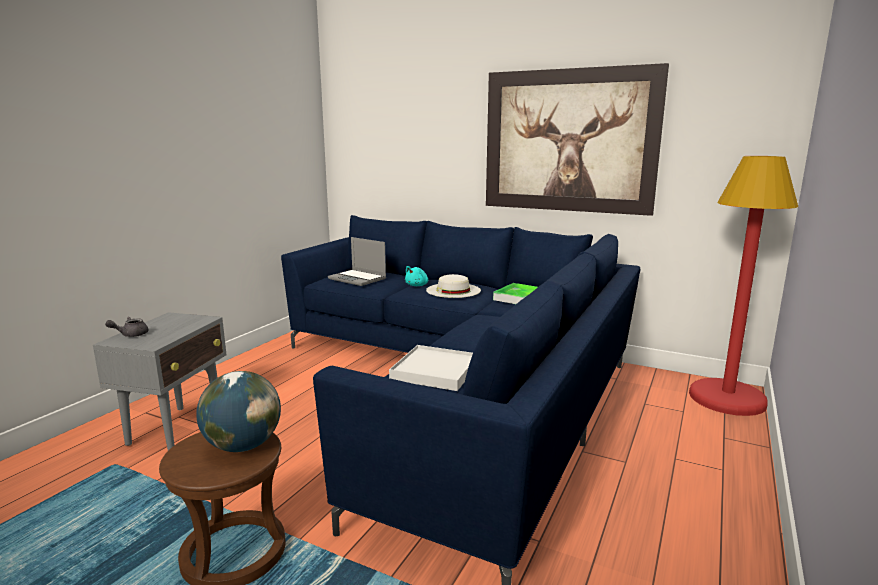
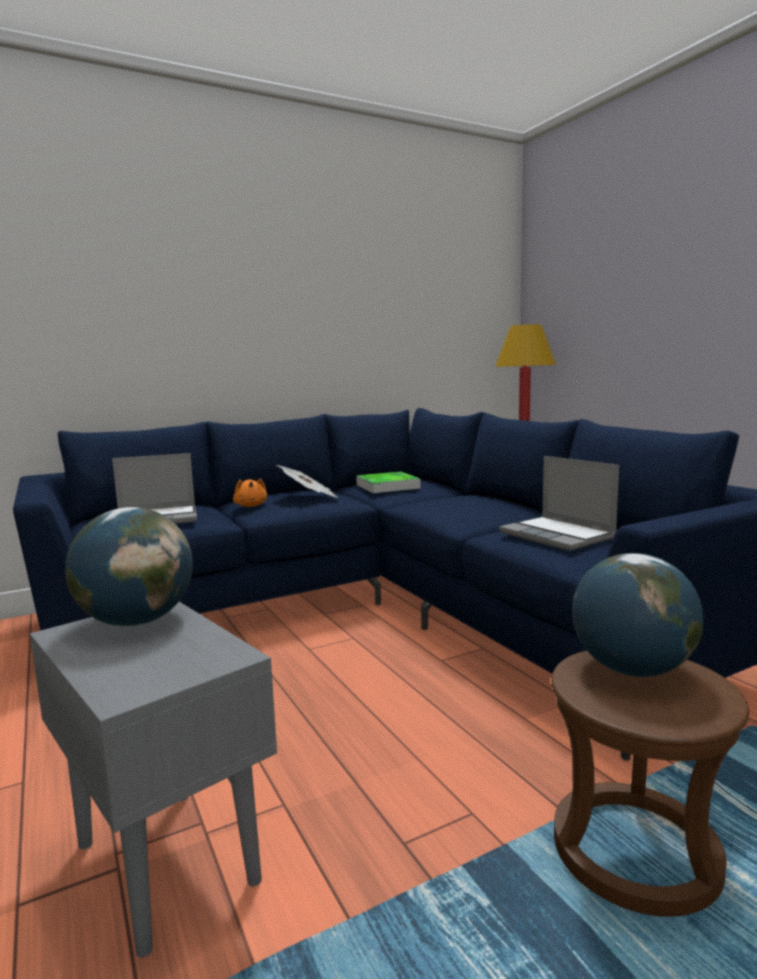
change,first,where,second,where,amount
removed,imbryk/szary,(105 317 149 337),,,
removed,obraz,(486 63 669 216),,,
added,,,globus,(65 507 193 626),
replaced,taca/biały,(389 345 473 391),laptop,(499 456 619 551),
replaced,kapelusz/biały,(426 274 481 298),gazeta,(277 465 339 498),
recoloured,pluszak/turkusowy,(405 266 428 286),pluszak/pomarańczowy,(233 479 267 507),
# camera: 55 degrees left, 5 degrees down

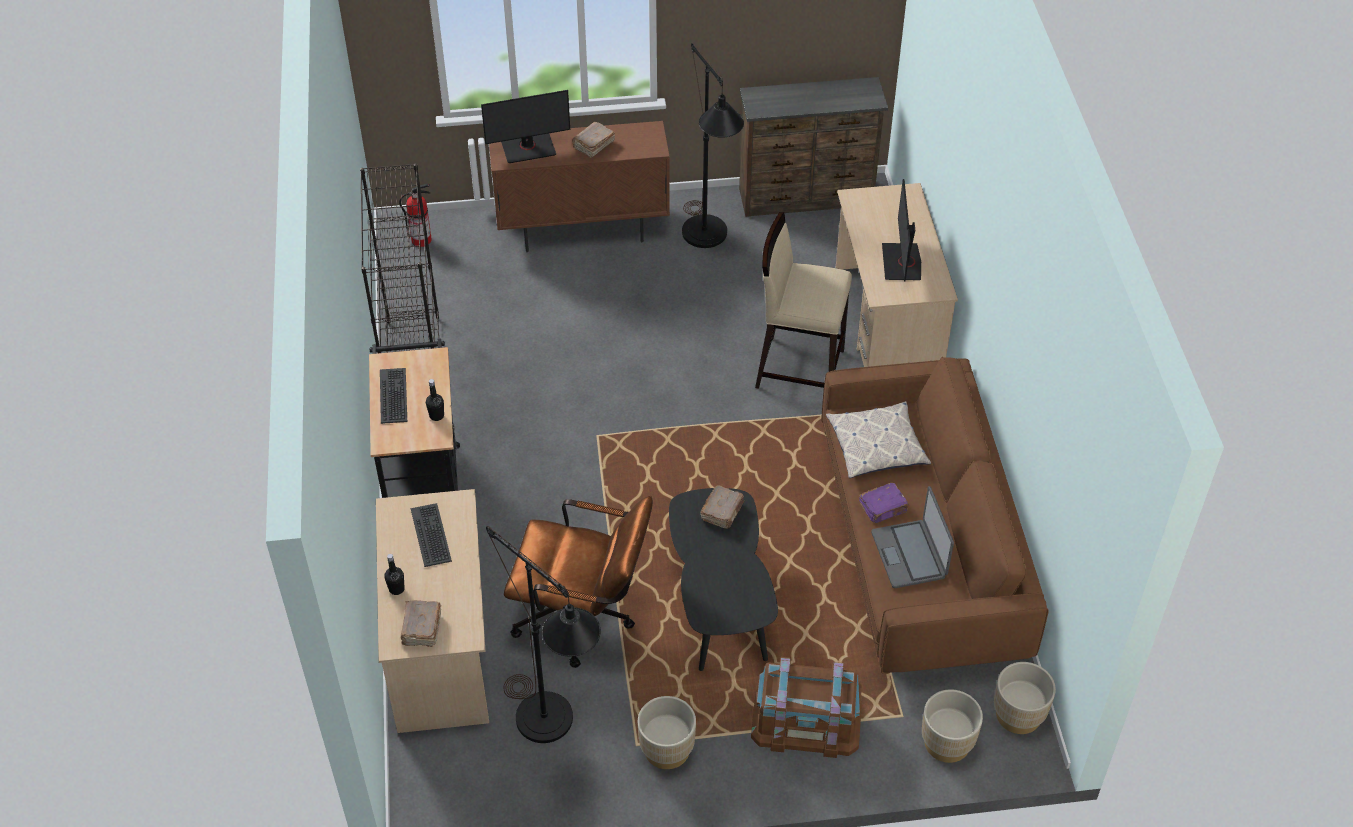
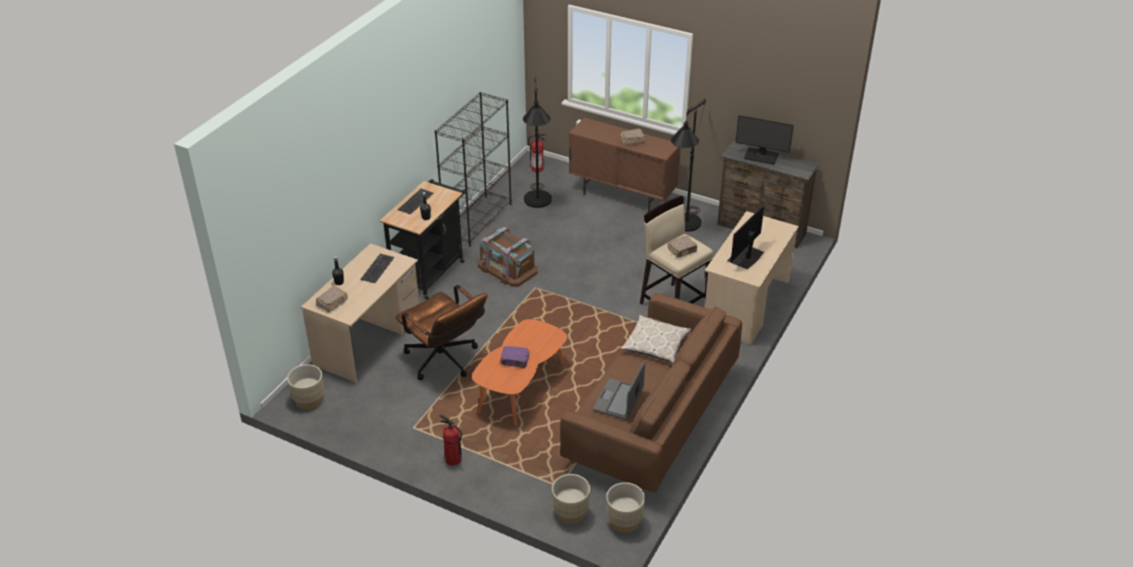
change,first,where,second,where,amount
added,,,gaśnica,(439 415 462 466),
moved,monitor,(481 90 570 163),,(735 115 794 165),
moved,lampa stojąca/czarny,(486 526 601 743),,(523 77 552 208),
moved,donica/beżowy,(638 696 696 769),,(287 364 324 409),
moved,książka/brązowy,(701 485 744 528),,(667 236 697 258),
moved,pojemnik do przechowywania/brązowy,(751 657 862 758),,(478 227 538 287),
moved,książka/fioletowy,(859 483 909 523),,(500 346 530 368),
recoloured,ława/czarny,(669 488 778 671),ława/pomarańczowy,(472 319 567 426),
# camera: 35 degrees right, 10 degrees down

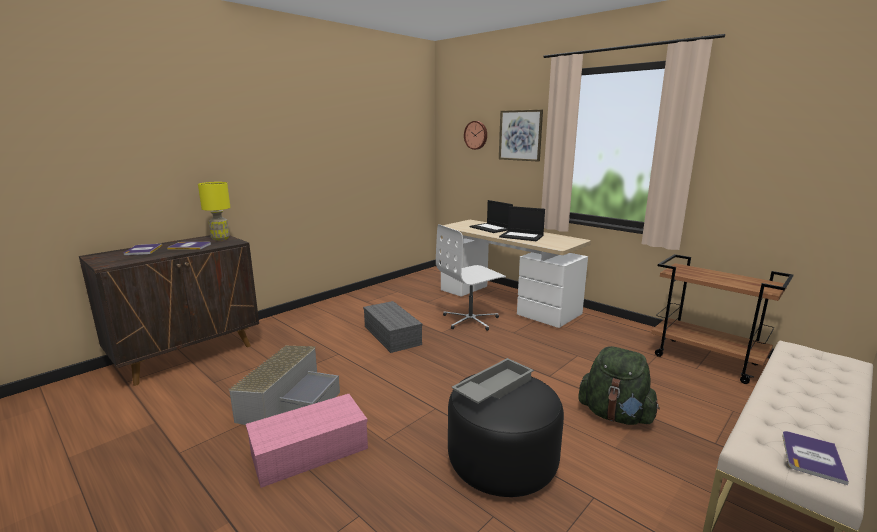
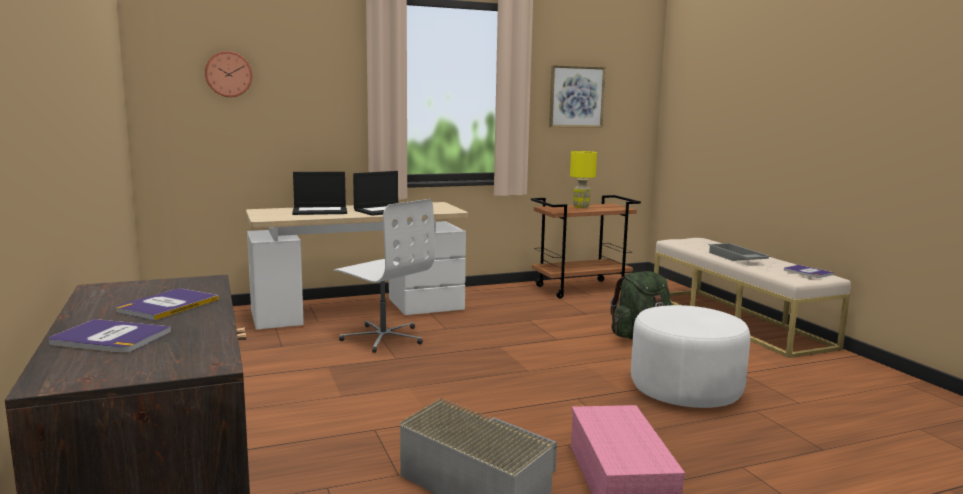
change,first,where,second,where,amount
removed,pojemnik do przechowywania/szary,(363 301 422 353),,,
moved,lampa stołowa/żółty,(198 182 230 241),,(570 151 597 208),
moved,taca/szary,(451 358 534 404),,(708 243 771 261),
moved,obraz,(499 109 543 162),,(549 65 606 127),
recoloured,pufa/czarny,(448 374 564 497),pufa/biały,(631 305 750 408),
turned,krzesło biurowe/biały,(436 224 506 331),,(333 199 435 353),45 degrees counterclockwise
# camera: 65 degrees left, 5 degrees down

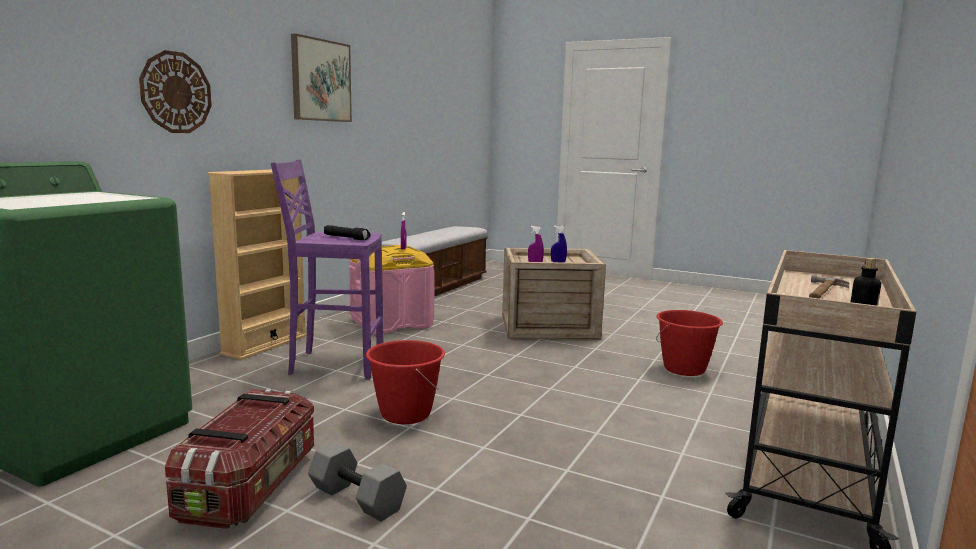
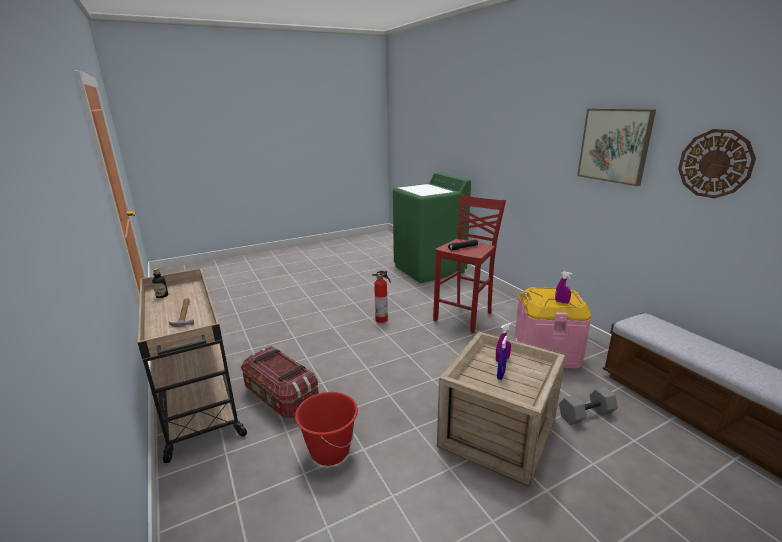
change,first,where,second,where,amount
removed,regał/beżowy,(207 170 307 360),,,
moved,zegar ścienny,(139 50 212 133),,(678 129 756 198),
moved,pojemnik do przechowywania,(165 389 314 529),,(241 346 319 418),
moved,hantel/szary,(308 442 407 521),,(559 387 618 425),
replaced,wiadro/czerwony,(366 340 445 424),gaśnica,(372 271 391 323),
recoloured,stołek/fioletowy,(271 159 384 379),stołek/czerwony,(433 195 506 333),
# camera: 125 degrees right, 10 degrees up

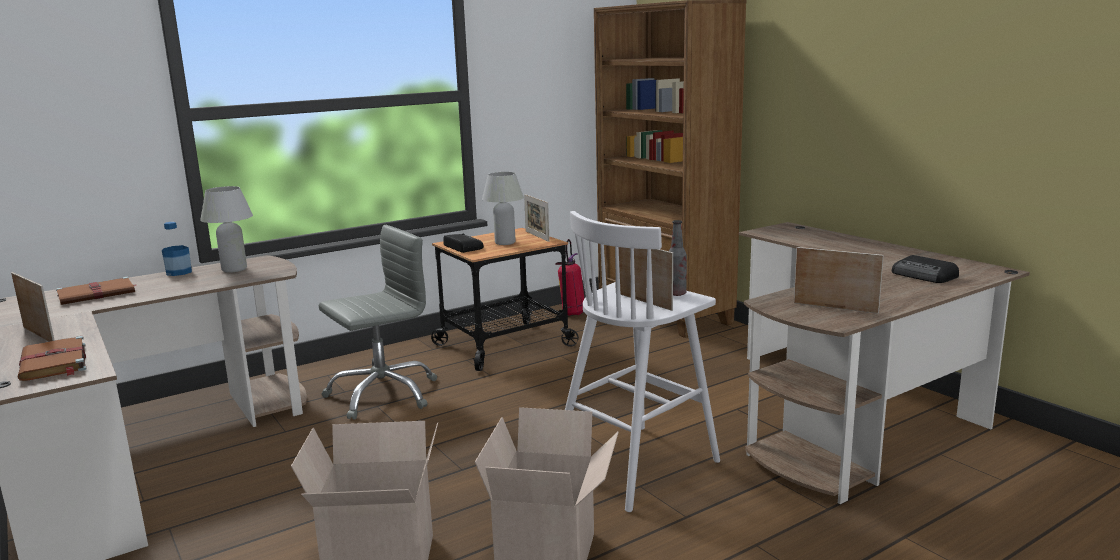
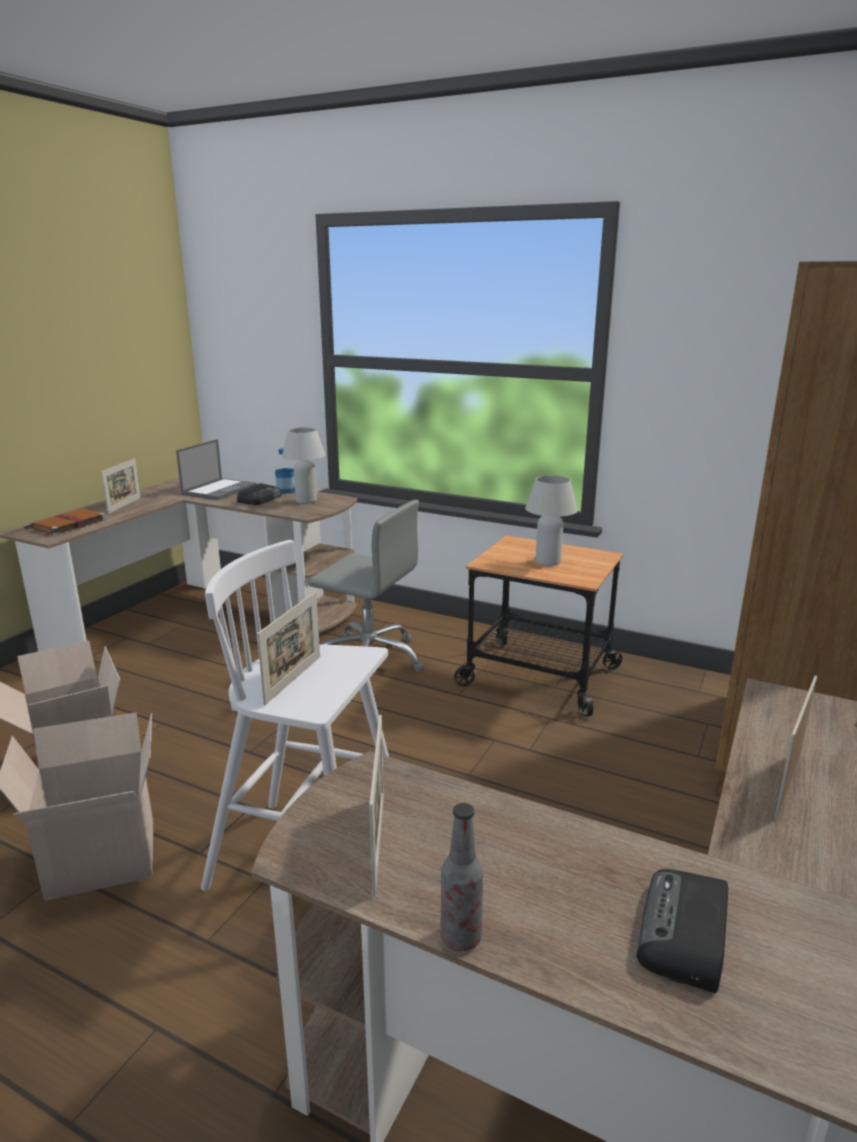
change,first,where,second,where,amount
removed,gaśnica,(555 239 585 316),,,
moved,radio,(443 234 484 253),,(237 483 282 505),
moved,ramka na zdjęcie,(524 194 550 242),,(775 675 817 819),
moved,butelka,(669 220 687 296),,(440 803 483 951),
replaced,książka/brązowy,(56 277 137 305),laptop,(176 439 257 500),
# camera: 60 degrees right, 5 degrees up

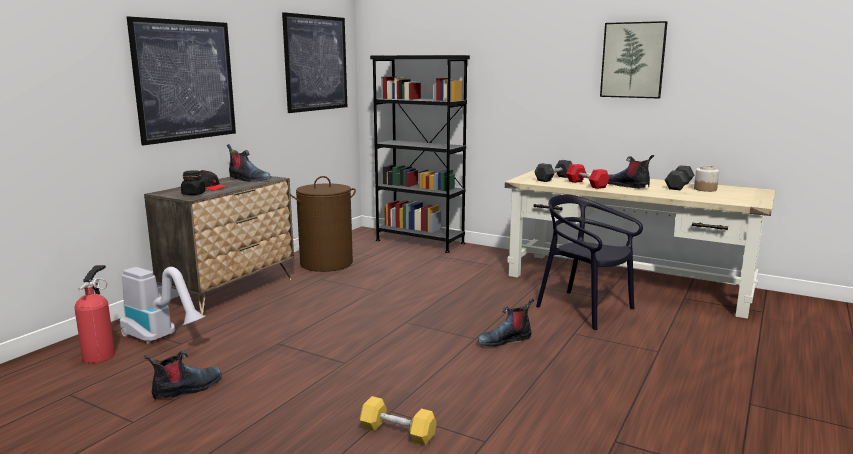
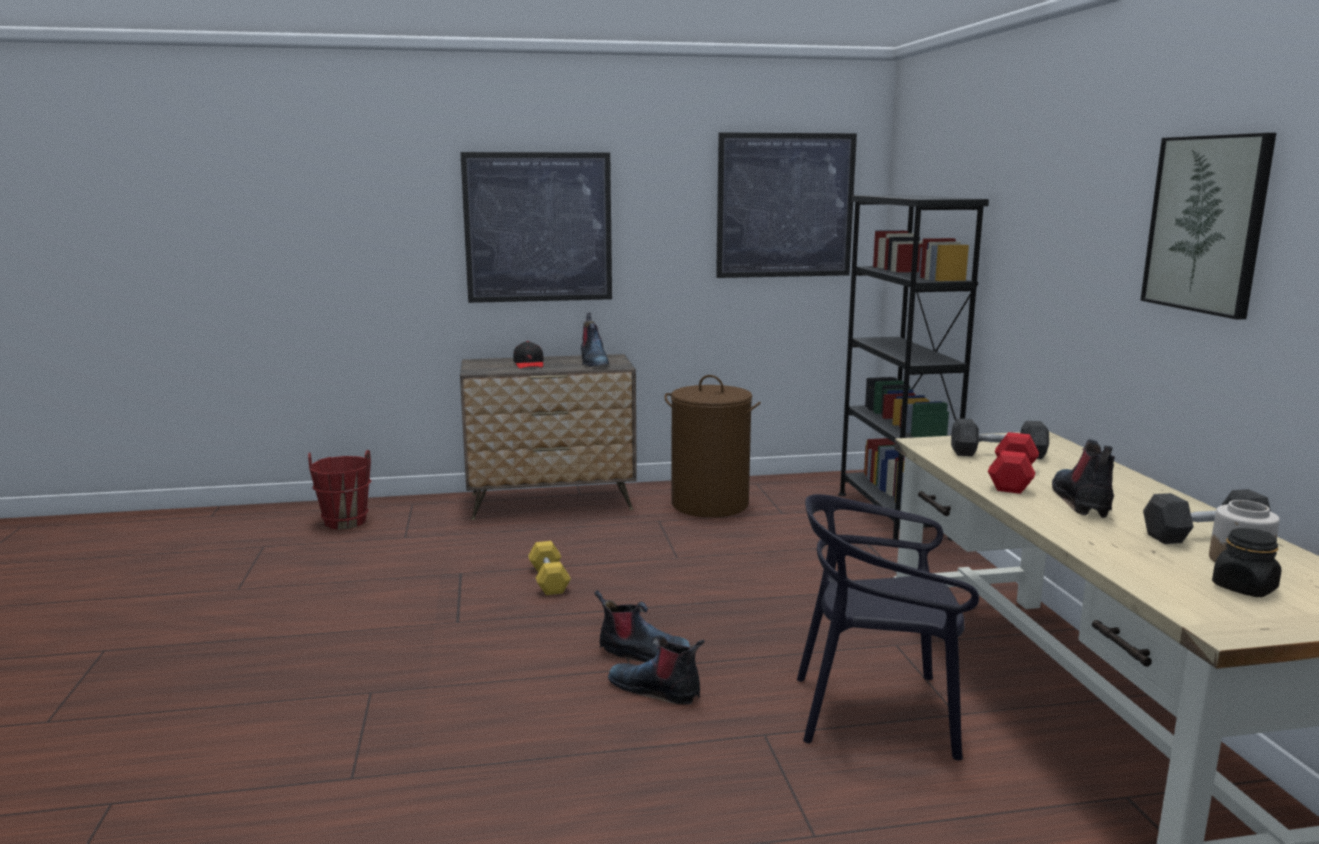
change,first,where,second,where,amount
removed,odkurzacz,(120 267 206 343),,,
moved,but z cholewką,(144 351 222 400),,(594 590 690 662),
moved,słoik/czarny,(181 170 206 195),,(1212 528 1282 597),
moved,hantel/żółty,(360 396 437 445),,(528 541 571 595),
replaced,gaśnica,(74 265 115 363),wiadro/czerwony,(308 450 371 529),
turned,krzesło/czarny,(536 194 643 330),,(797 494 979 760),90 degrees counterclockwise
# camera: 50 degrees right, 0 degrees up

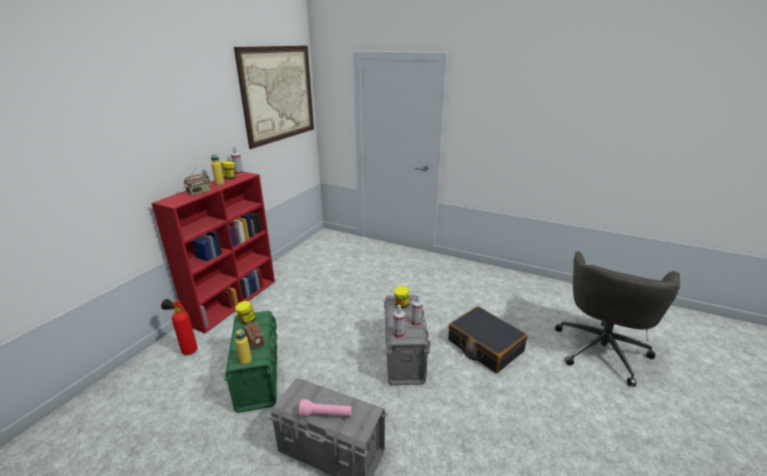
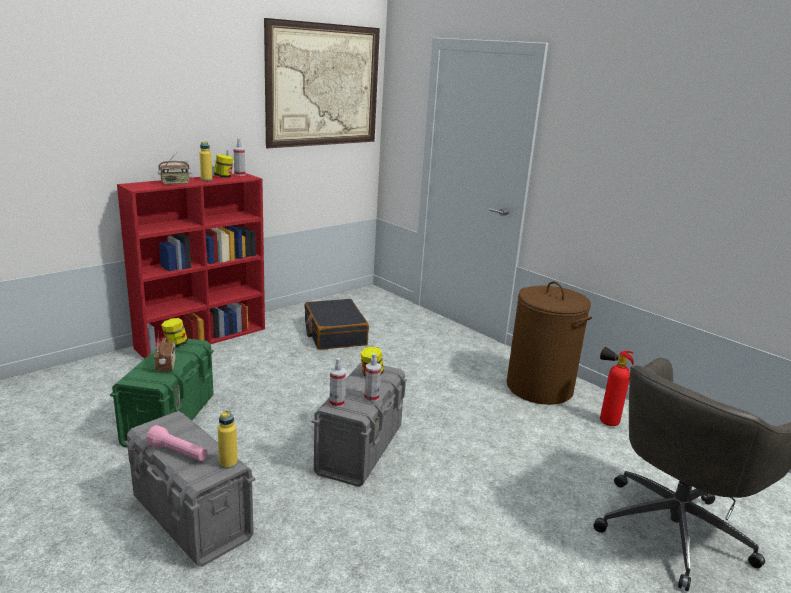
change,first,where,second,where,amount
added,,,kosz na pranie/brązowy,(506 281 592 405),
moved,gaśnica,(161 299 197 355),,(600 347 634 426),
moved,butelka/żółty,(235 329 252 365),,(218 410 238 469),
moved,walizka/czarny,(448 306 528 373),,(304 299 369 350),
# camera: 20 degrees right, 5 degrees down

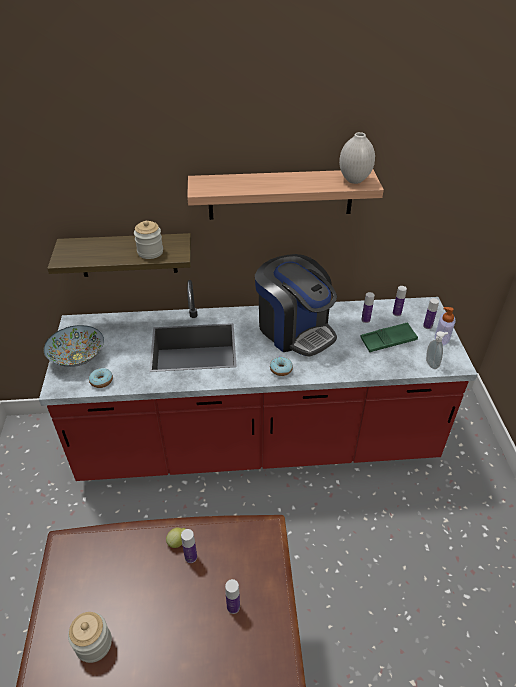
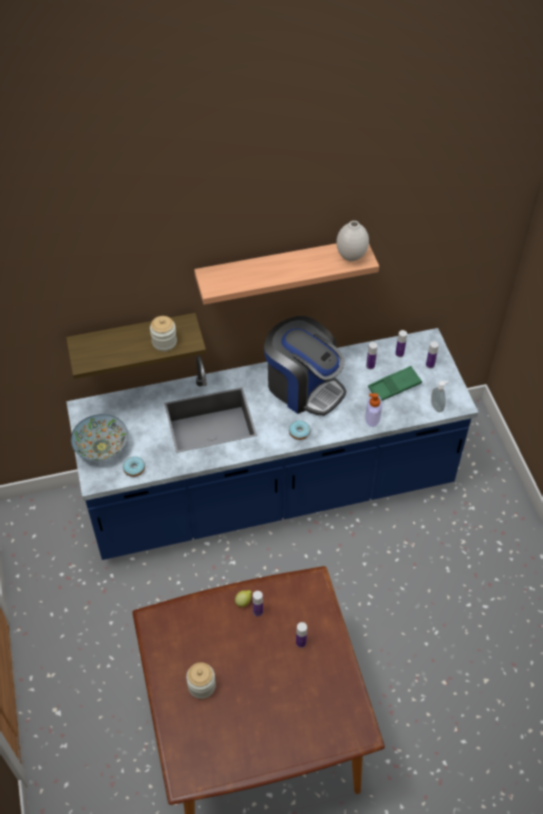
change,first,where,second,where,amount
moved,dozownik mydła,(435 307 456 345),,(365 393 382 427),
recoloured,zabudowa kuchenna/czerwony,(39 280 478 481),zabudowa kuchenna/niebieski,(66 328 478 560),
# camera: 10 degrees left, 10 degrees up

